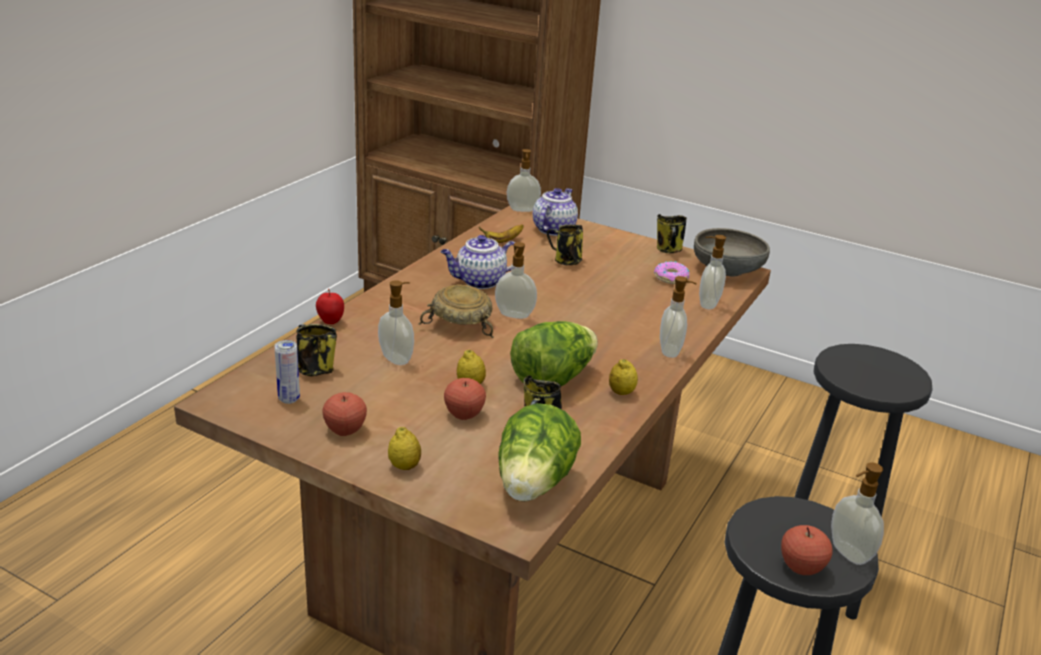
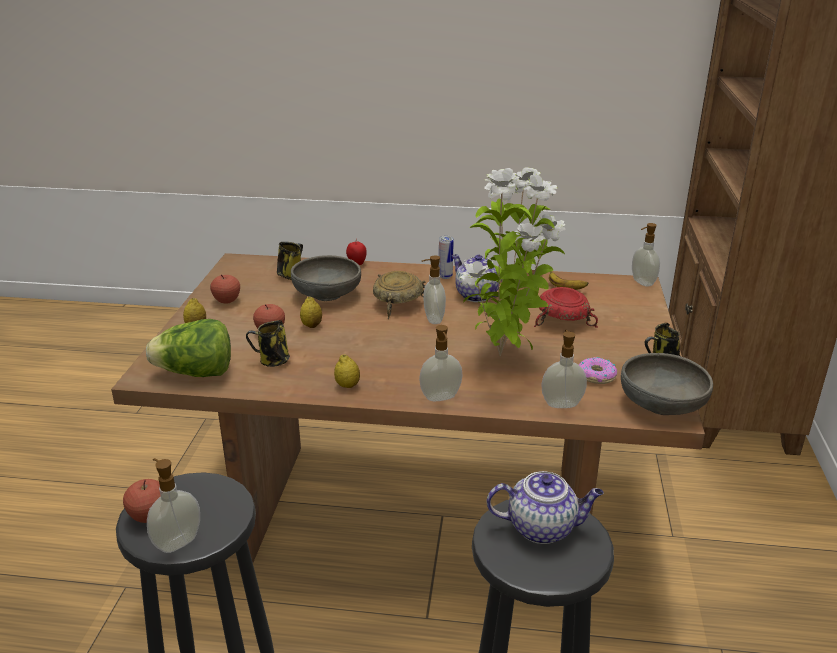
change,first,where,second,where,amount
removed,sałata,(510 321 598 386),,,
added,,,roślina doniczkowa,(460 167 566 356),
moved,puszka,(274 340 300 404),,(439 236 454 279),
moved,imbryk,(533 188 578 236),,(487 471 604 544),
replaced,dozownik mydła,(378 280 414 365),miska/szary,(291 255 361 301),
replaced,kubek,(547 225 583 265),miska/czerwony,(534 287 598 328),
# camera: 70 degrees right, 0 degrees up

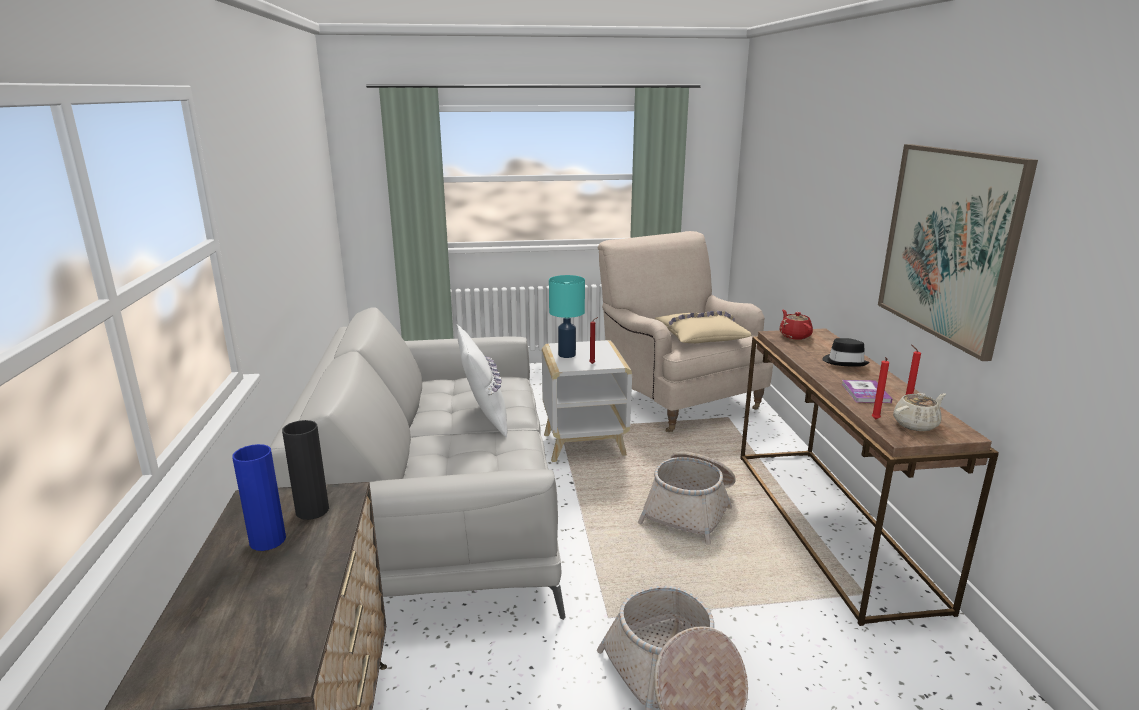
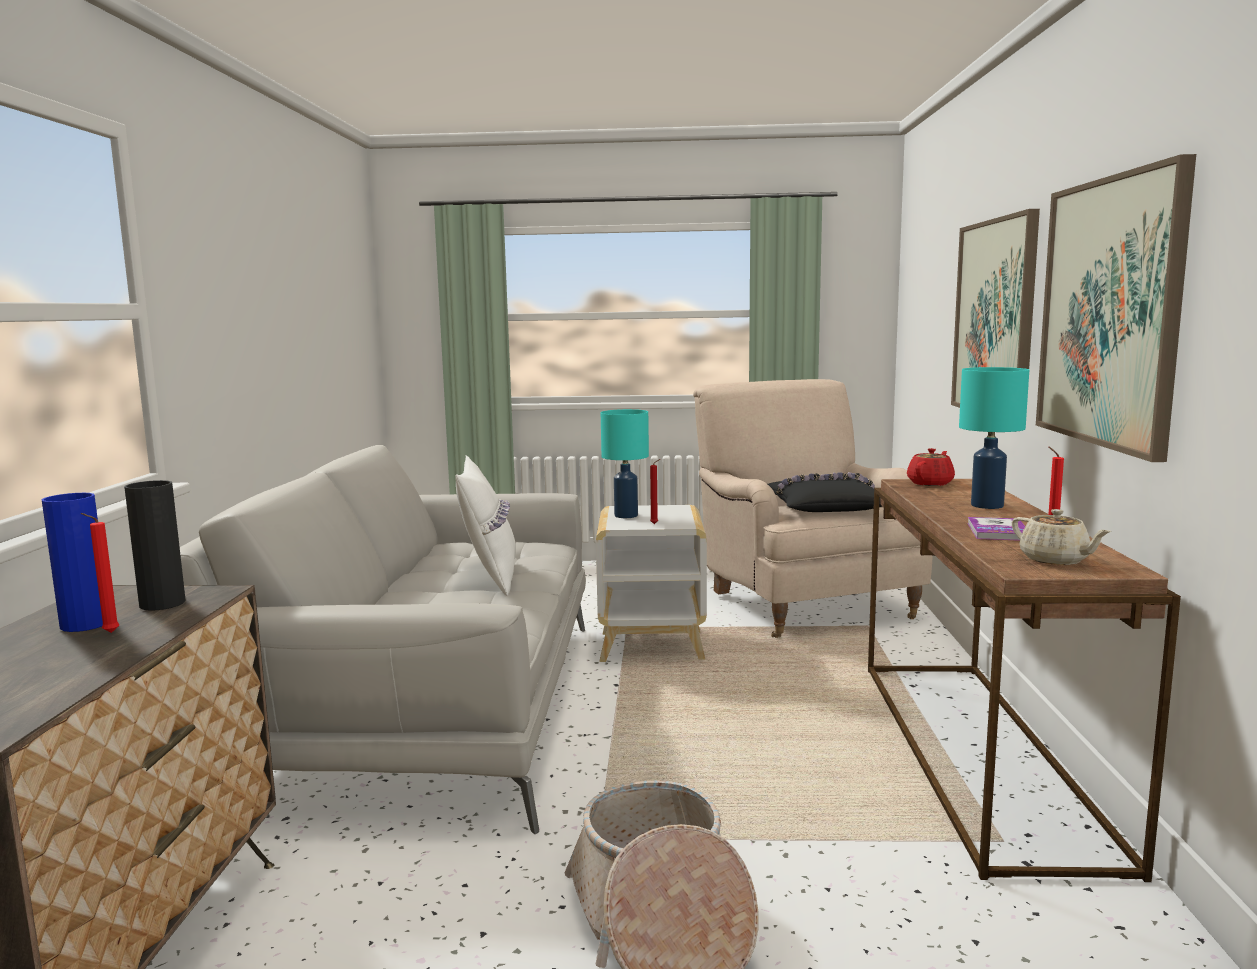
change,first,where,second,where,amount
removed,koszyk,(638 452 736 545),,,
added,,,obraz,(951 209 1040 408),
moved,świeca/czerwony,(872 357 889 420),,(80 513 119 633),
replaced,kapelusz/czarny,(822 338 869 367),lampa stołowa/turkusowy,(959 367 1029 509),
recoloured,poduszka/beżowy,(655 311 752 343),poduszka/czarny,(768 472 882 512),
turned,imbryk/czerwony,(779 310 813 340),,(907 448 955 486),45 degrees clockwise
turned,imbryk/beżowy,(893 393 946 431),,(1012 509 1111 565),75 degrees clockwise
# camera: 10 degrees right, 10 degrees down

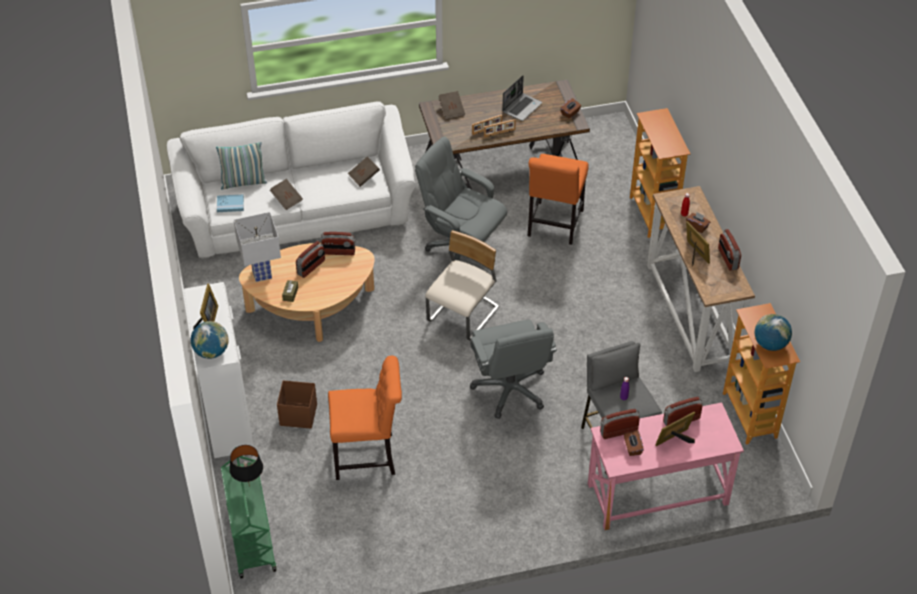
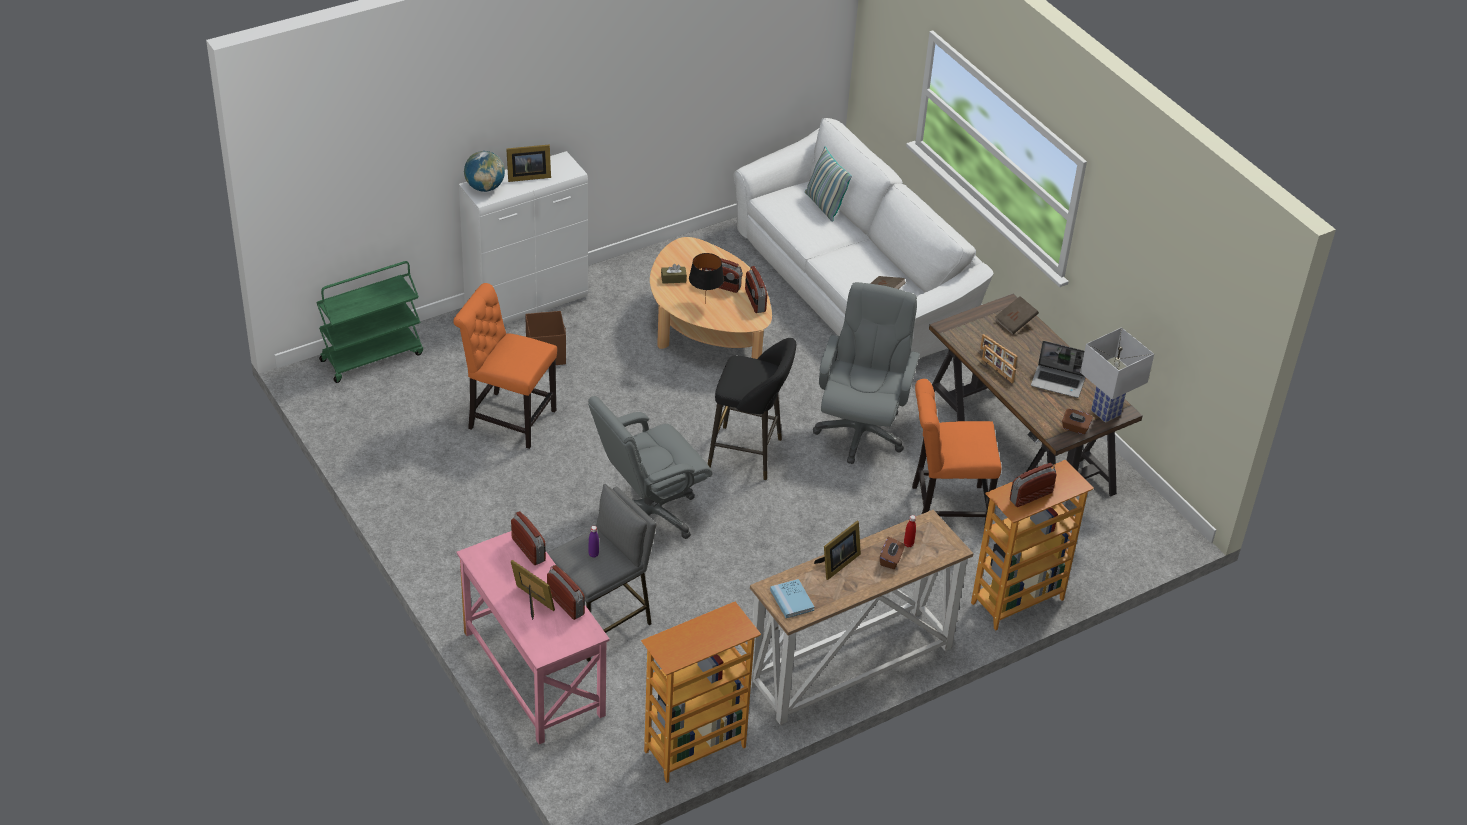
change,first,where,second,where,amount
removed,książka/brązowy,(270 179 303 210),,,
removed,pudełko chusteczek/brązowy,(624 430 644 456),,,
removed,globus,(755 314 792 351),,,
moved,książka/niebieski,(216 194 244 212),,(770 579 815 618),
moved,lampa stołowa/czarny,(229 445 263 486),,(689 253 724 304),
moved,lampa stołowa/biały,(234 212 281 282),,(1080 327 1154 423),
moved,radio,(718 229 741 271),,(1010 463 1057 507),
replaced,krzesło/beżowy,(425 230 499 341),stołek/czarny,(708 338 796 480),
turned,krzesło/pomarańczowy,(328 356 402 480),,(453 283 557 449),135 degrees clockwise
# camera: 70 degrees right, 5 degrees down

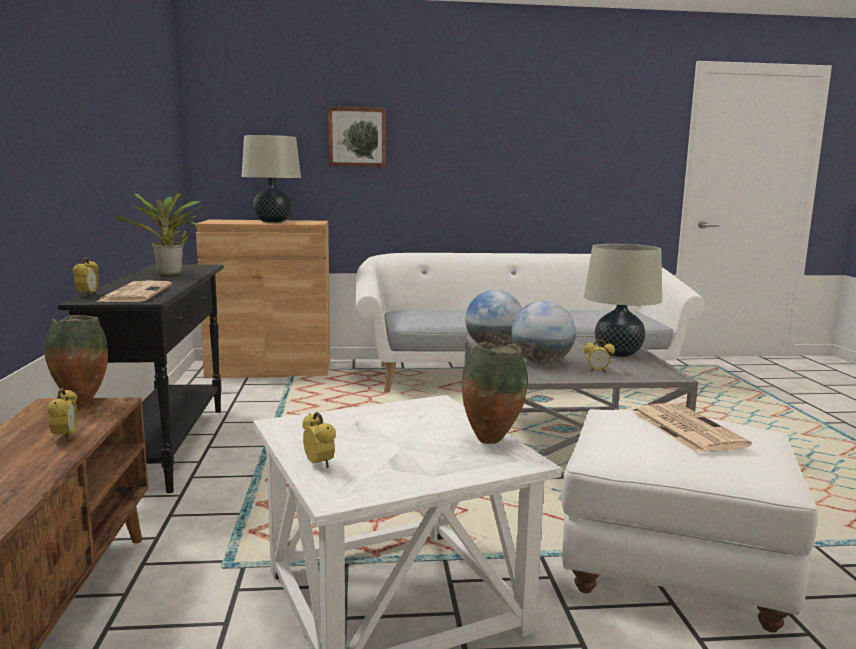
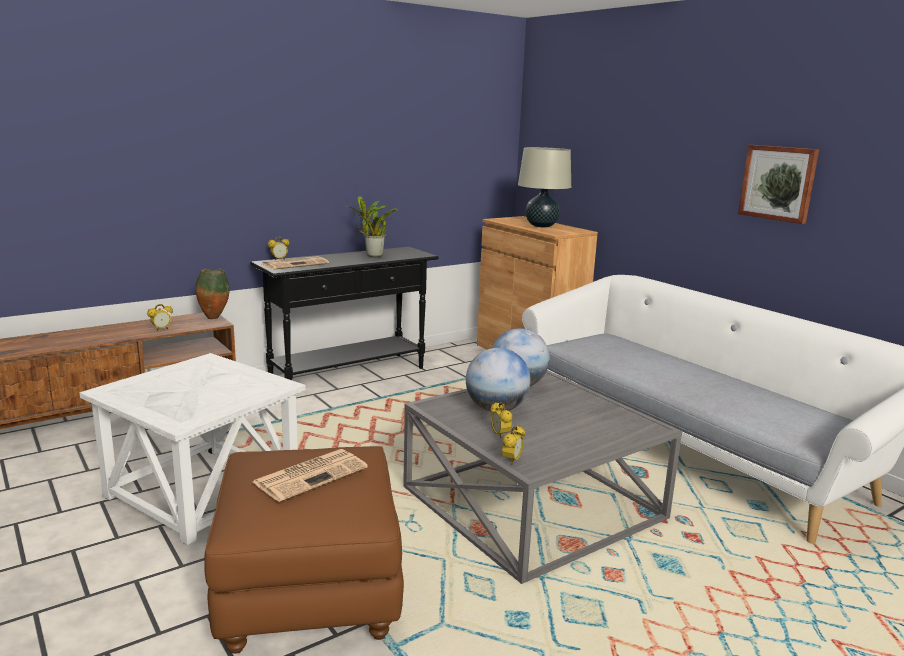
change,first,where,second,where,amount
removed,wazon,(462 341 528 444),,,
removed,lampa stołowa/beżowy,(584 244 662 357),,,
moved,budzik,(302 412 336 468),,(502 425 525 464),
moved,obraz,(328 107 386 167),,(738 145 819 224),
recoloured,pufa/biały,(561 409 818 632),pufa/brązowy,(204 446 404 654),
# camera: 60 degrees right, 5 degrees up

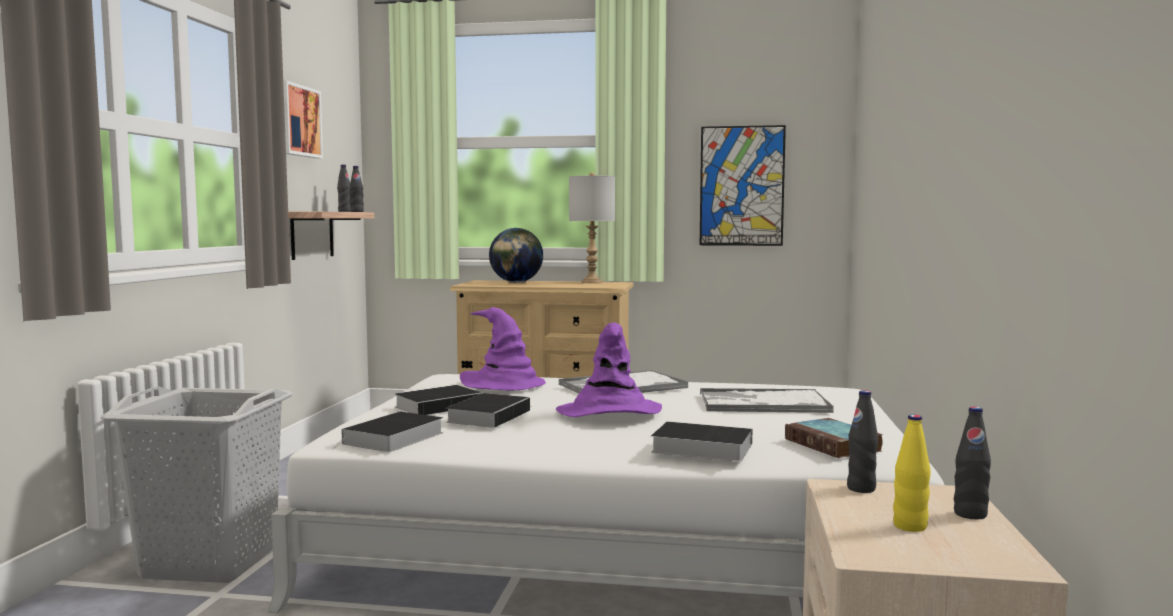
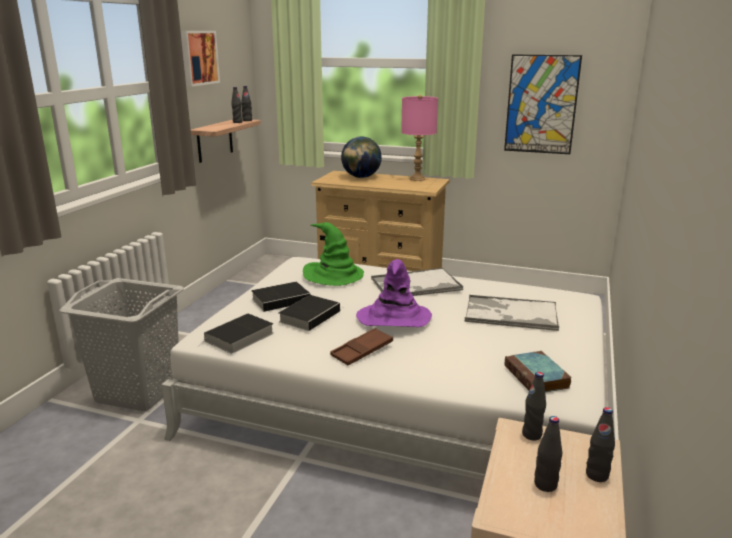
change,first,where,second,where,amount
removed,książka,(651 421 752 462),,,
added,,,taca/brązowy,(330 328 393 366),
recoloured,kapelusz/fioletowy,(460 307 546 390),kapelusz/zielony,(303 222 364 286),
recoloured,lampa stołowa/szary,(569 172 615 283),lampa stołowa/różowy,(401 95 438 181),
recoloured,butelka/żółty,(893 415 930 532),butelka/czarny,(534 416 562 492),
# camera: 10 degrees right, 15 degrees up

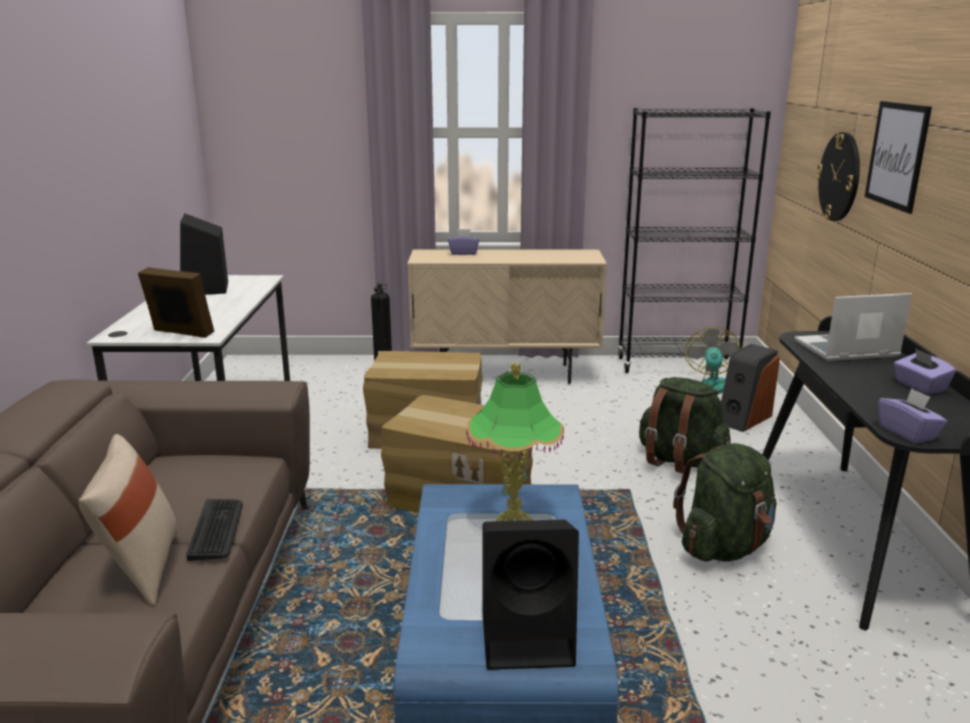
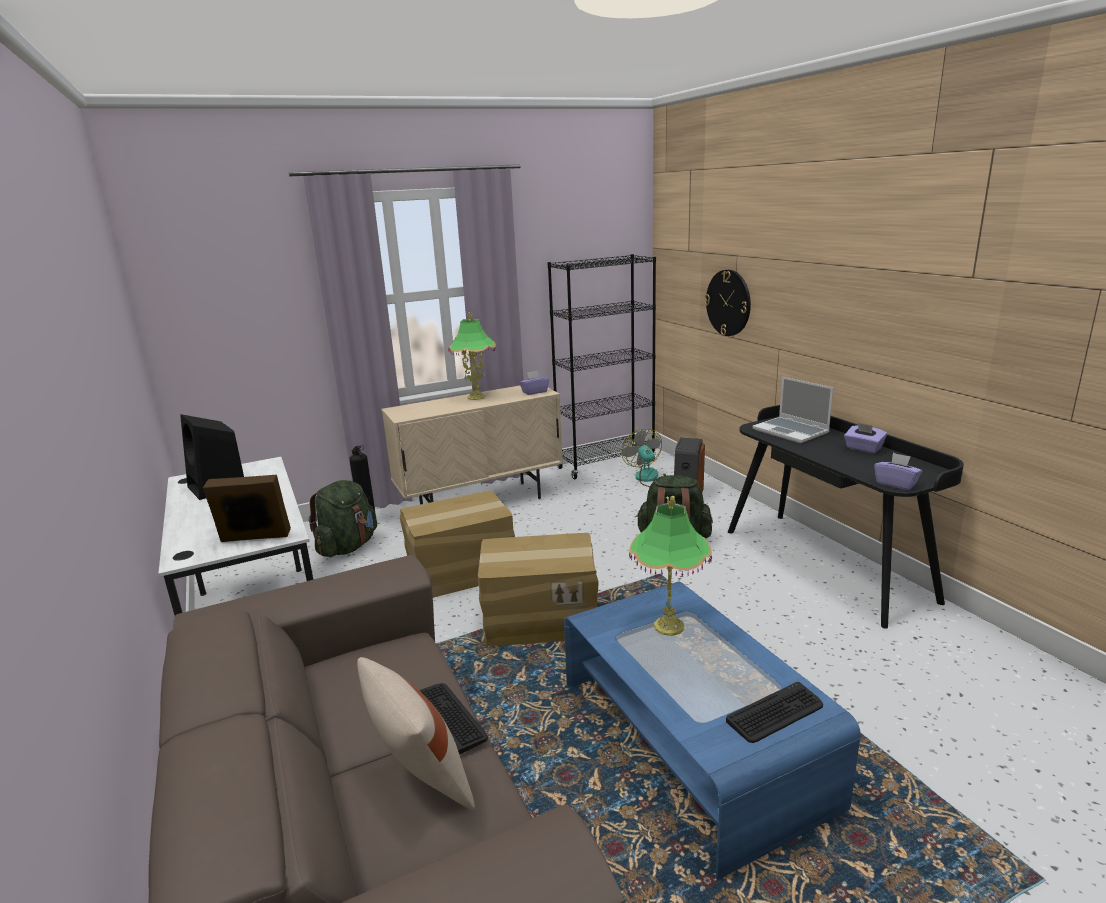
change,first,where,second,where,amount
removed,obraz,(865 101 932 214),,,
added,,,lampa stołowa,(448 312 496 400),
moved,pudełko chusteczek/fioletowy,(448 229 479 255),,(519 371 549 395),
moved,plecak/zielony,(673 443 777 562),,(308 480 377 557),
replaced,głośnik/czarny,(482 520 579 670),klawiatura,(726 682 823 743),
turned,laptop,(794 293 912 361),,(752 377 833 443),90 degrees counterclockwise
# camera: 25 degrees left, 0 degrees up

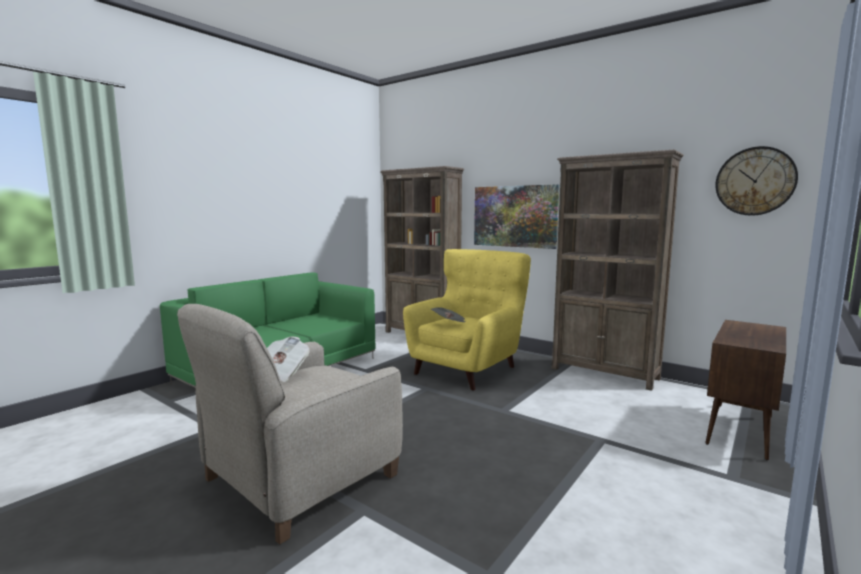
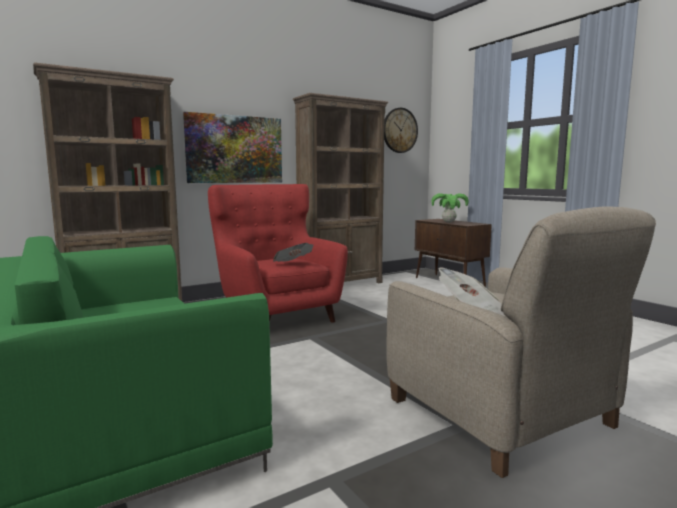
change,first,where,second,where,amount
added,,,roślina doniczkowa,(431 193 469 222),
recoloured,fotel/żółty,(403 249 531 390),fotel/czerwony,(208 184 348 323),
# camera: 70 degrees left, 0 degrees up

